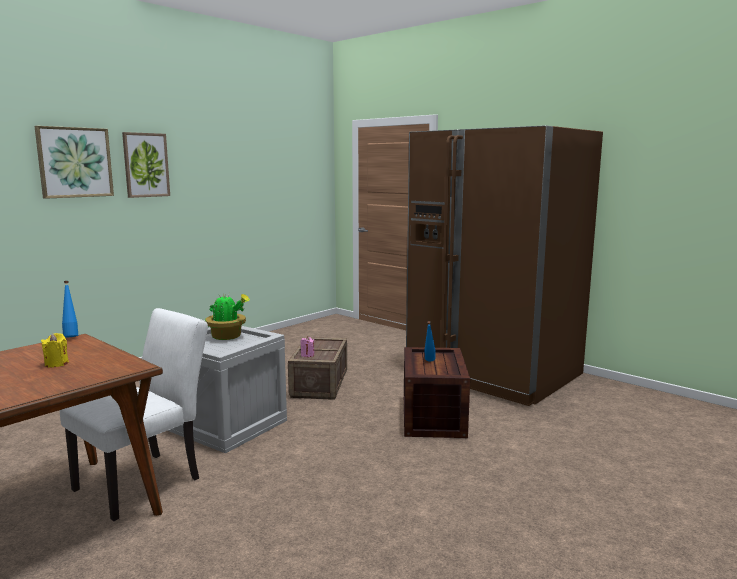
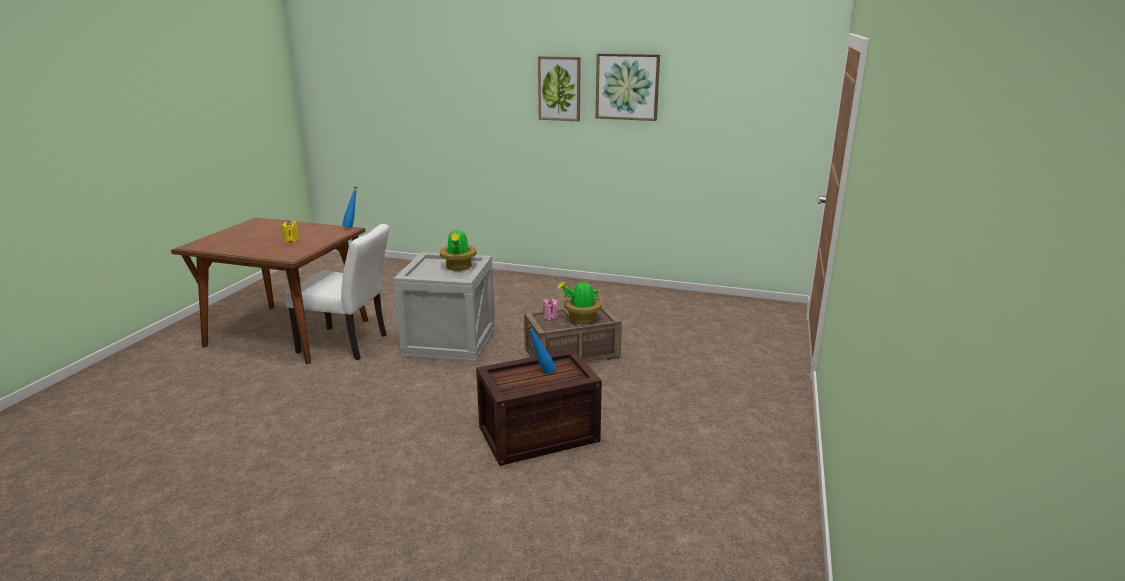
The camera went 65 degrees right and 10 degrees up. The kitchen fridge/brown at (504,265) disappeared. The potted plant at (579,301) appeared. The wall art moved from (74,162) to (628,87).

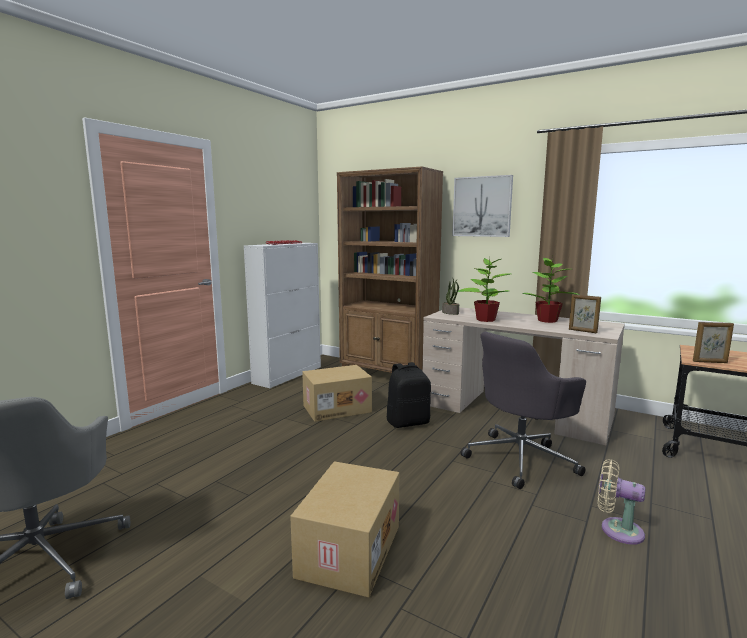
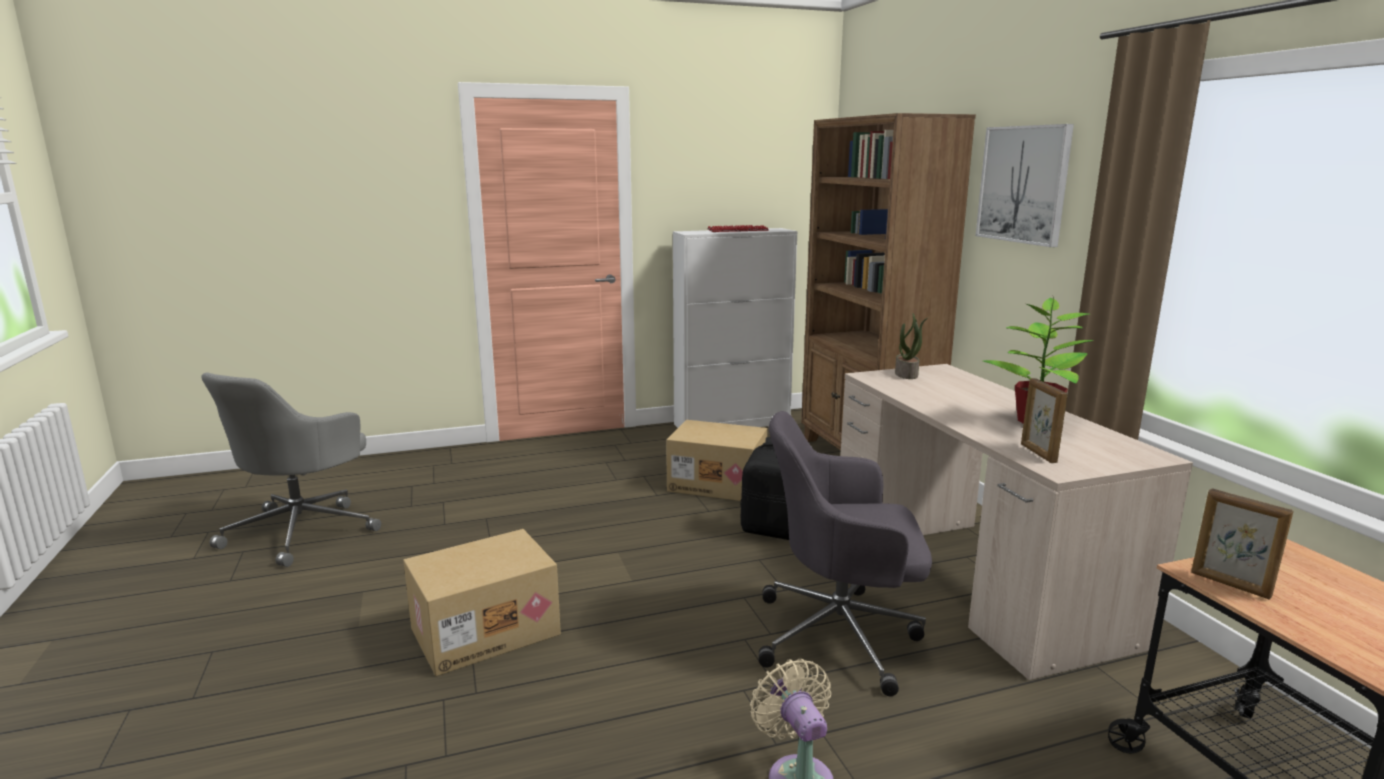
The camera went 40 degrees right and 5 degrees up. The potted plant at (484,289) disappeared.

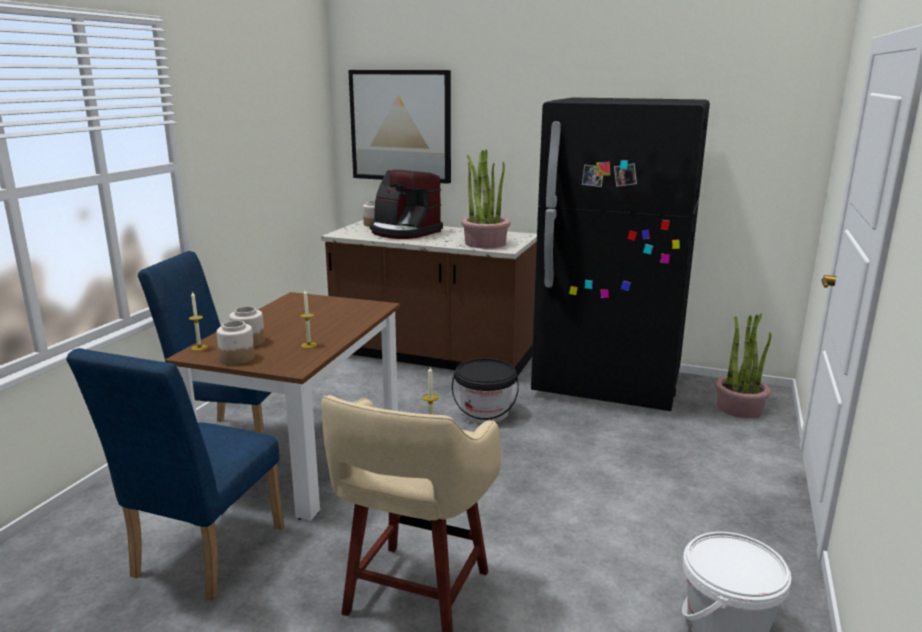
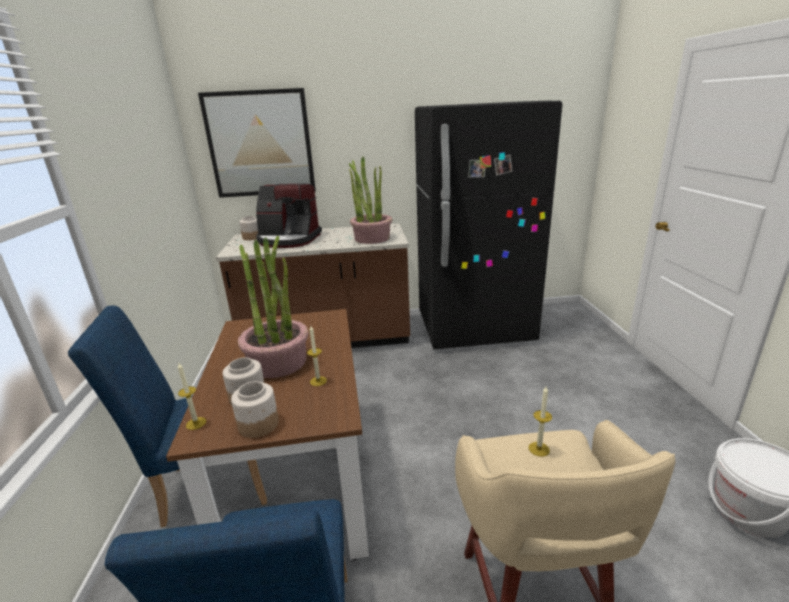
The camera went 25 degrees left and 5 degrees up. The water bucket/black-coloured at (485,390) disappeared. The potted plant moved from (743,365) to (273,307).

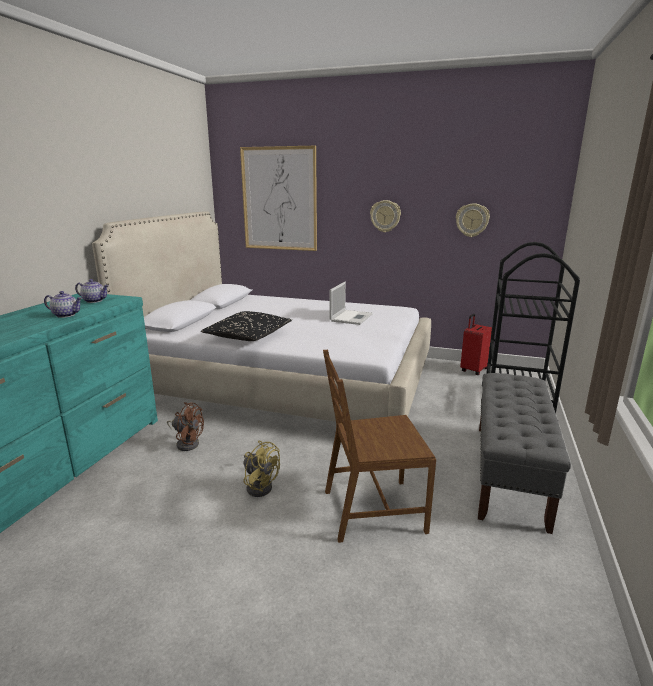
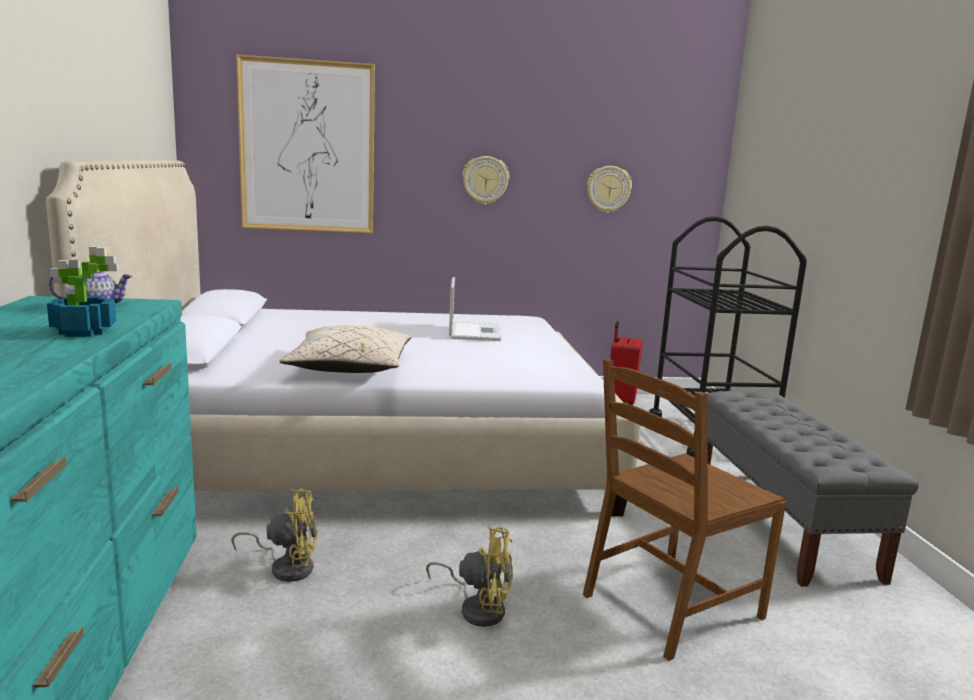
The camera went 25 degrees left and 5 degrees down. The teapot at (63,304) was replaced by the potted plant at (83,291). The electric fan/brown at (185,426) became the electric fan/yellowish at (274,535). The throw pillow/black-coloured at (246,326) became the throw pillow/sand-coloured at (345,349).

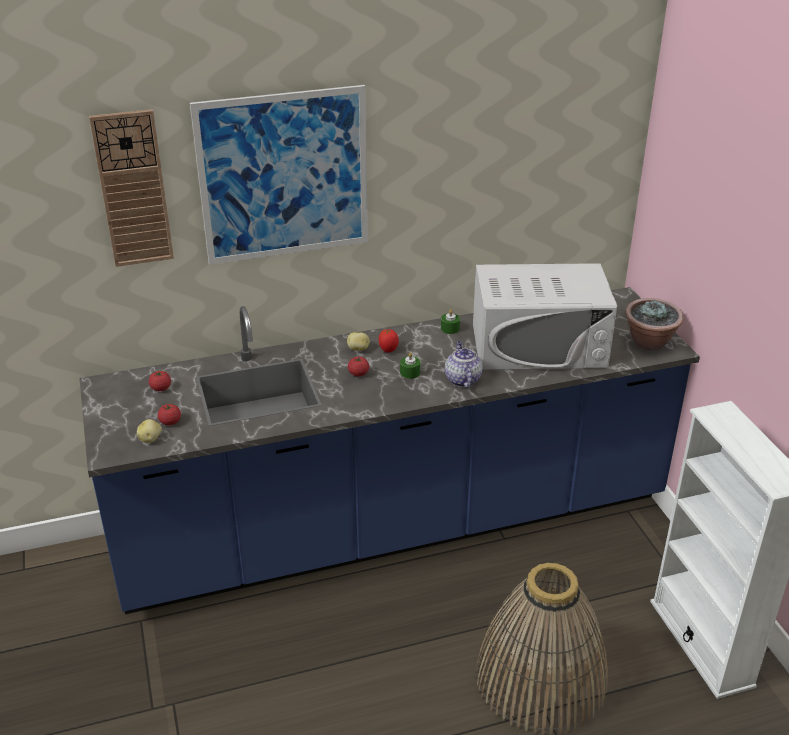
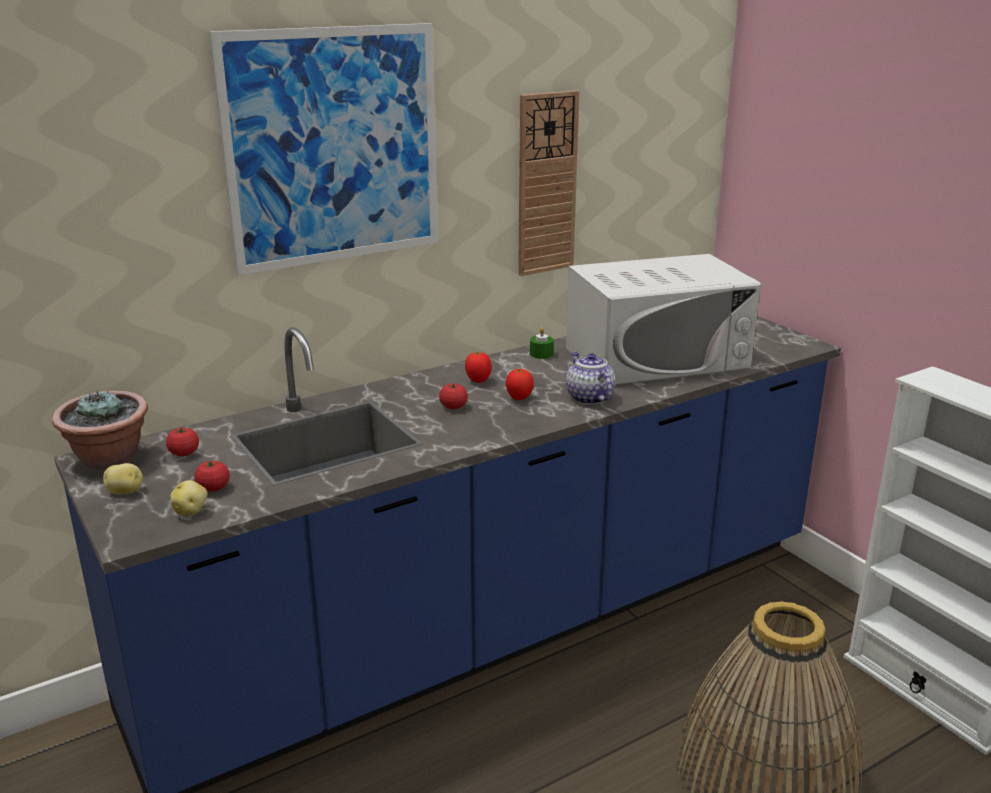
The camera went 15 degrees left and 10 degrees down. The hanging clock moved from (131,188) to (549,183). The potato moved from (358,341) to (123,478). The potted plant moved from (654,324) to (100,430). The wax candle/greenish at (410,366) was replaced by the tomato at (520,384).

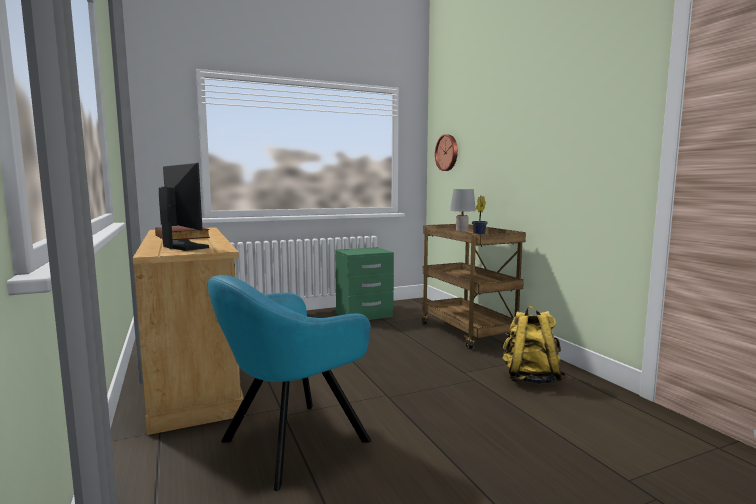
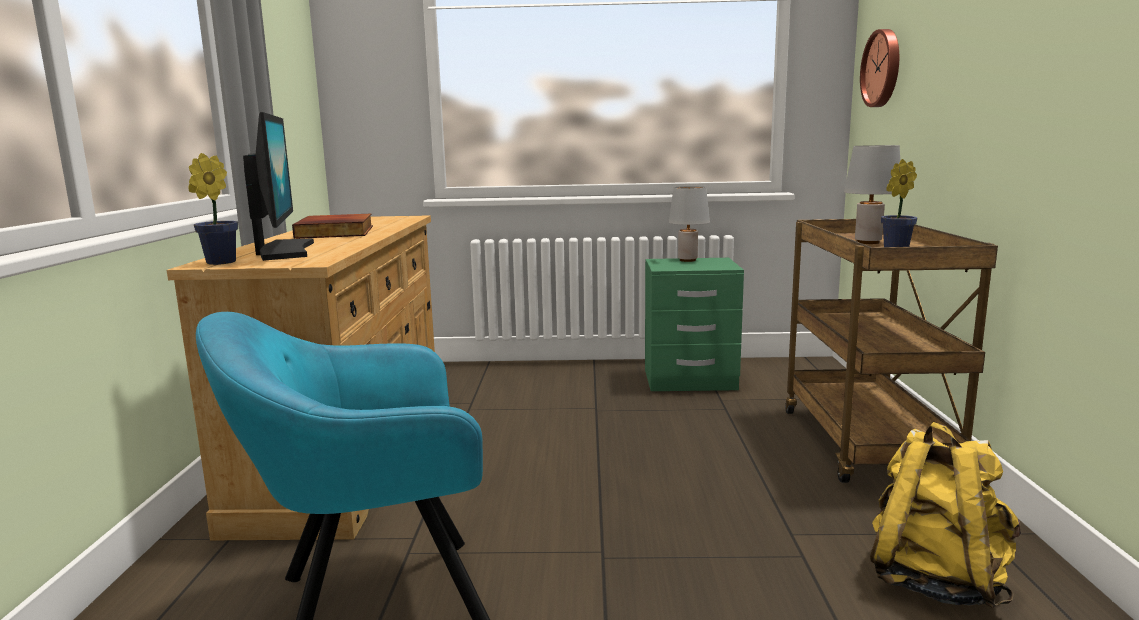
The camera went 25 degrees right and 5 degrees up. The potted plant at (213,209) appeared. The lamp for a table/grey at (689,224) appeared.

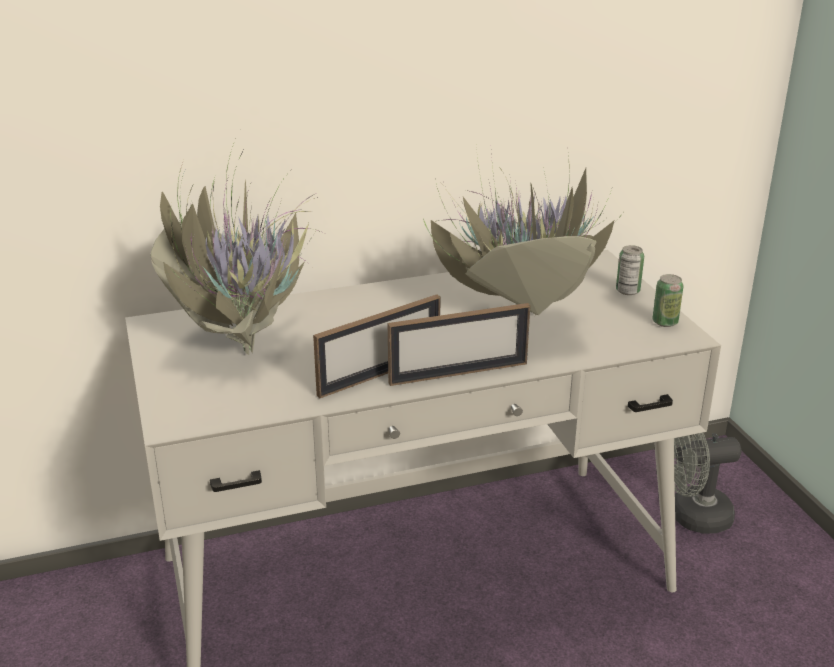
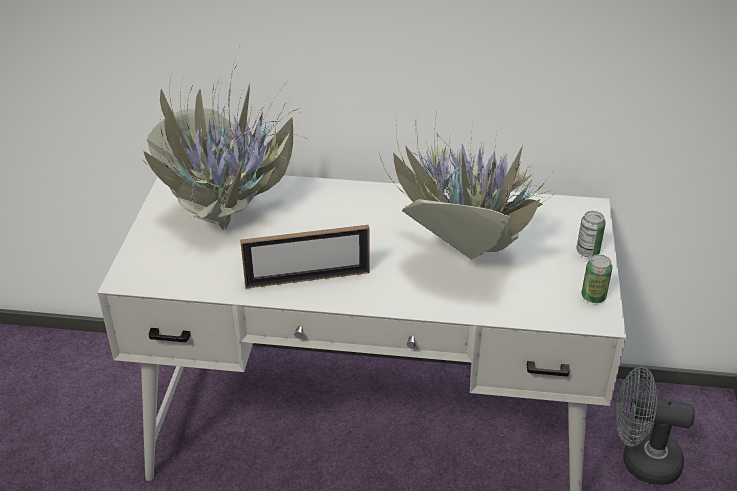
The camera went 25 degrees right and 10 degrees up. The picture frame at (459,344) disappeared.

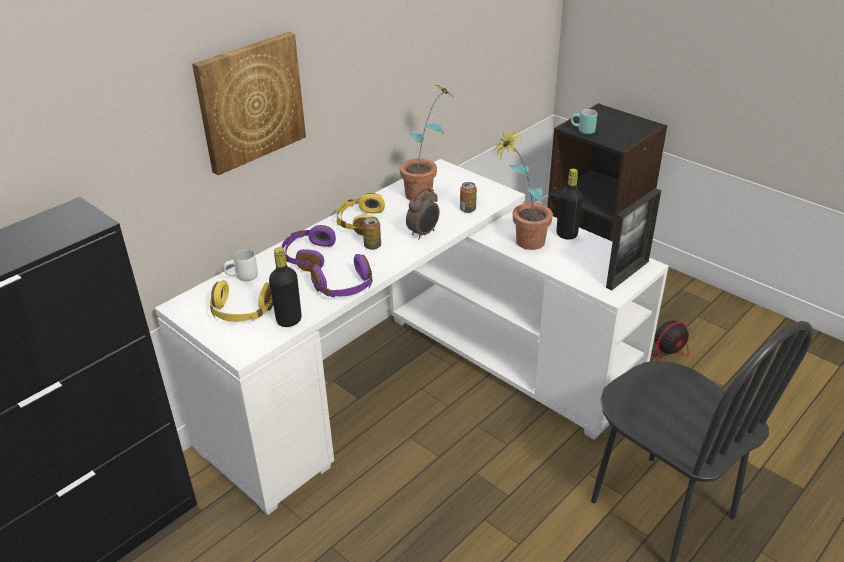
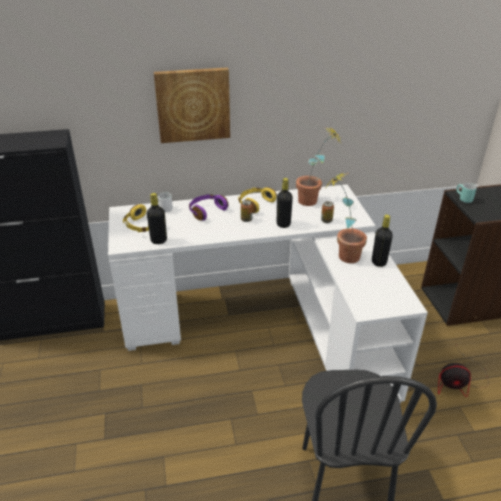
The camera went 35 degrees right and 0 degrees up. The pair of headphones/purple at (341,275) disappeared. The picture frame at (634,239) disappeared. The alarm clock at (422,213) was replaced by the bottle/black-coloured at (285,203).

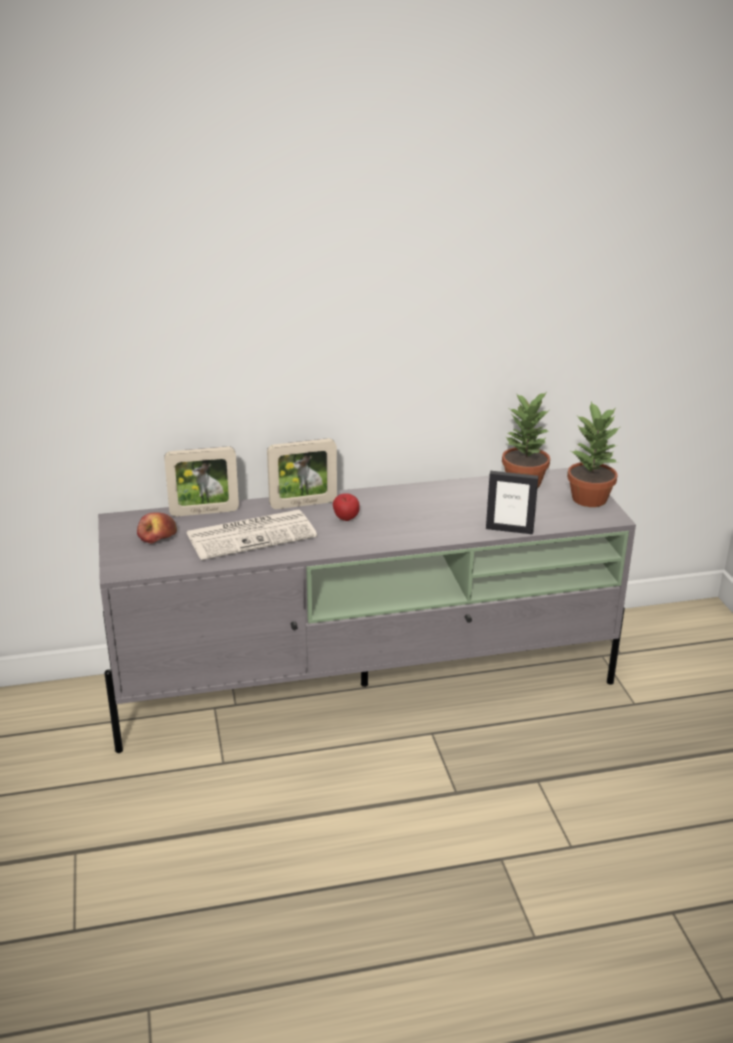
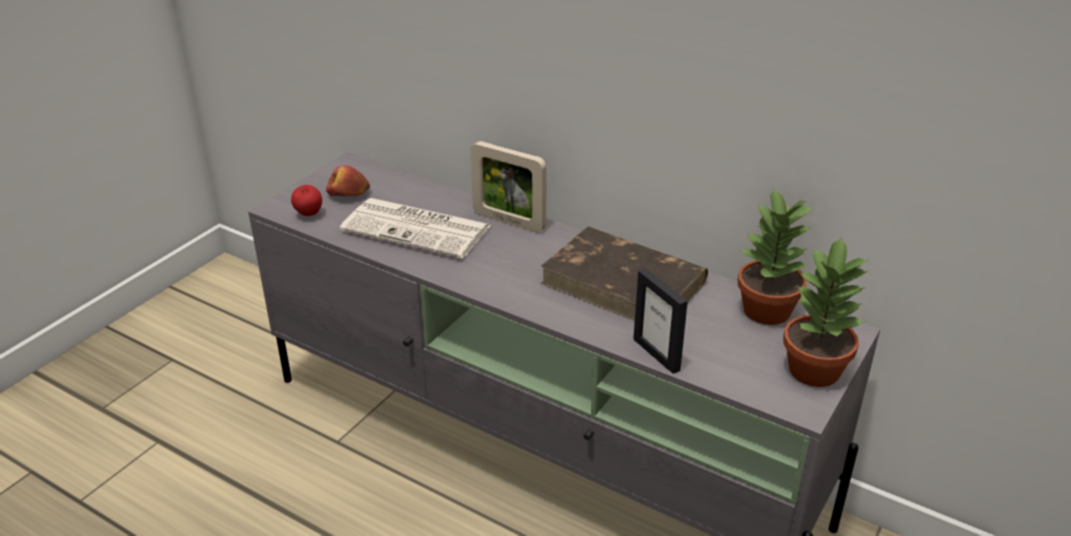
The camera went 45 degrees right and 5 degrees up. The picture frame at (201,481) disappeared. The book/brown at (624,273) appeared. The whole apple moved from (346,507) to (306,200).

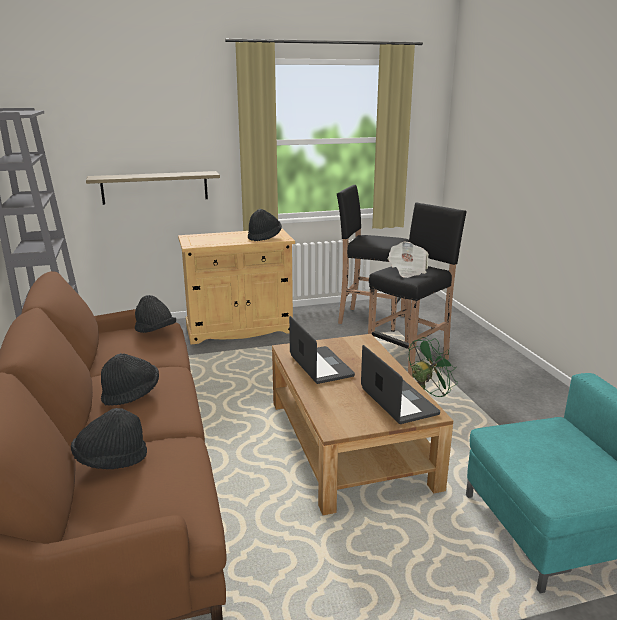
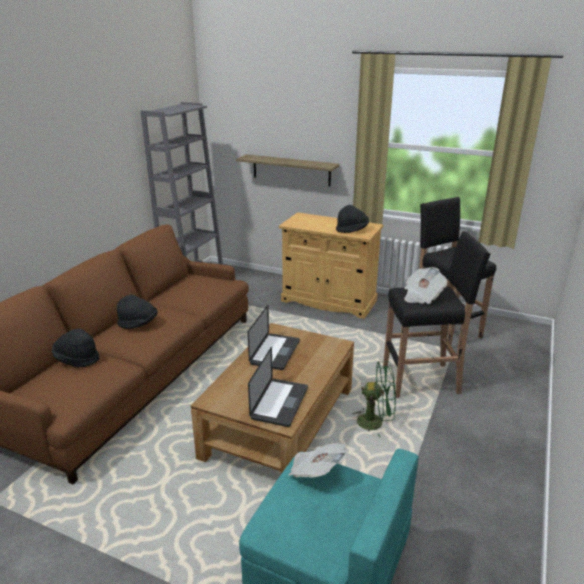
The camera went 40 degrees right and 5 degrees up. The hat/black-coloured at (155,314) disappeared. The newspaper at (317,460) appeared.

